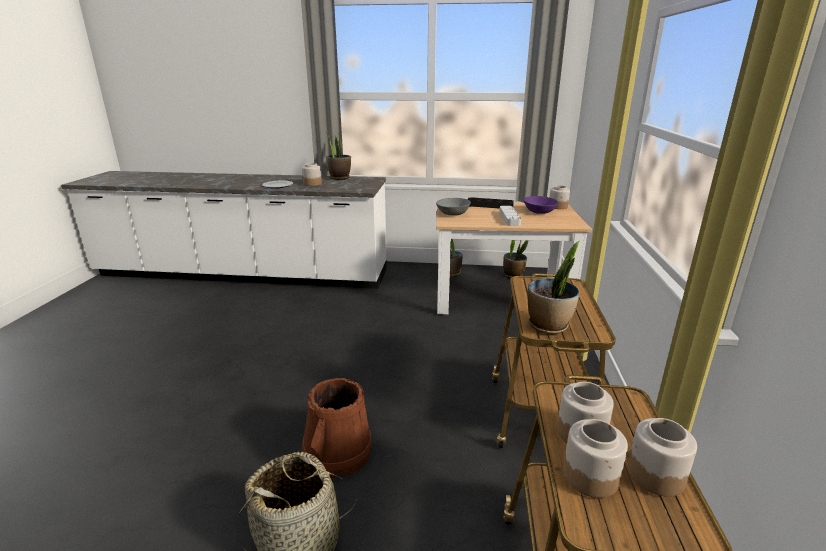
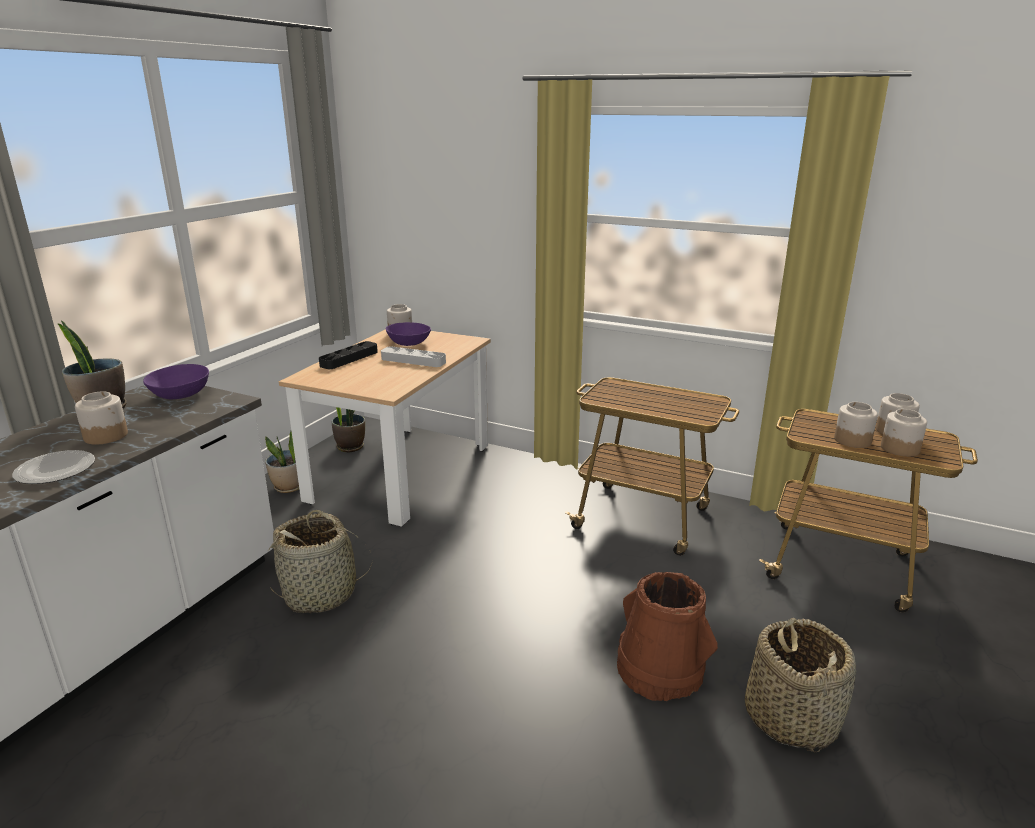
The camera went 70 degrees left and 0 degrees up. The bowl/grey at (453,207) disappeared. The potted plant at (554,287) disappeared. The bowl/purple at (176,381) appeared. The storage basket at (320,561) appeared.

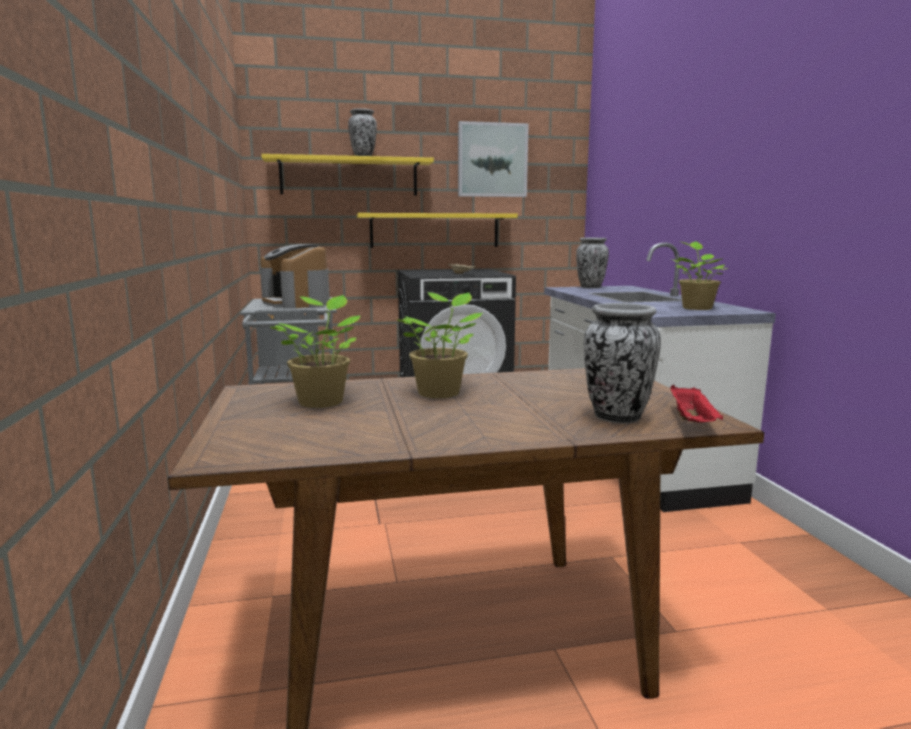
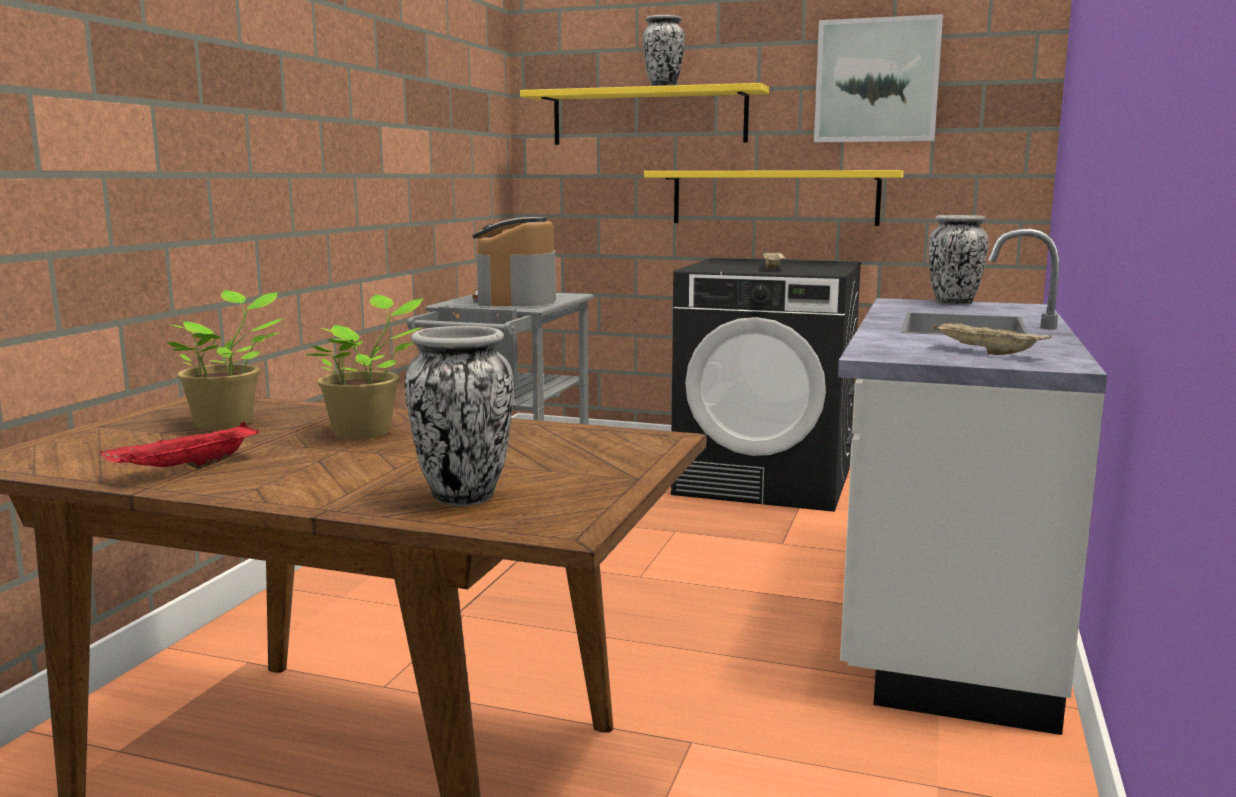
The camera went 30 degrees right and 0 degrees up. The serving tray/red moved from (697,403) to (179,445). The potted plant at (699,275) was replaced by the serving tray/sand-coloured at (991,338).

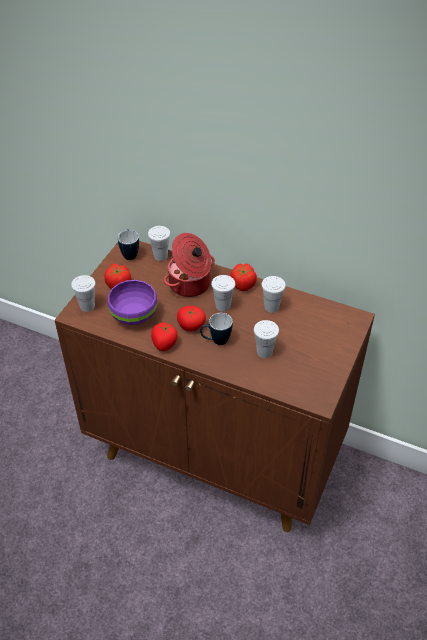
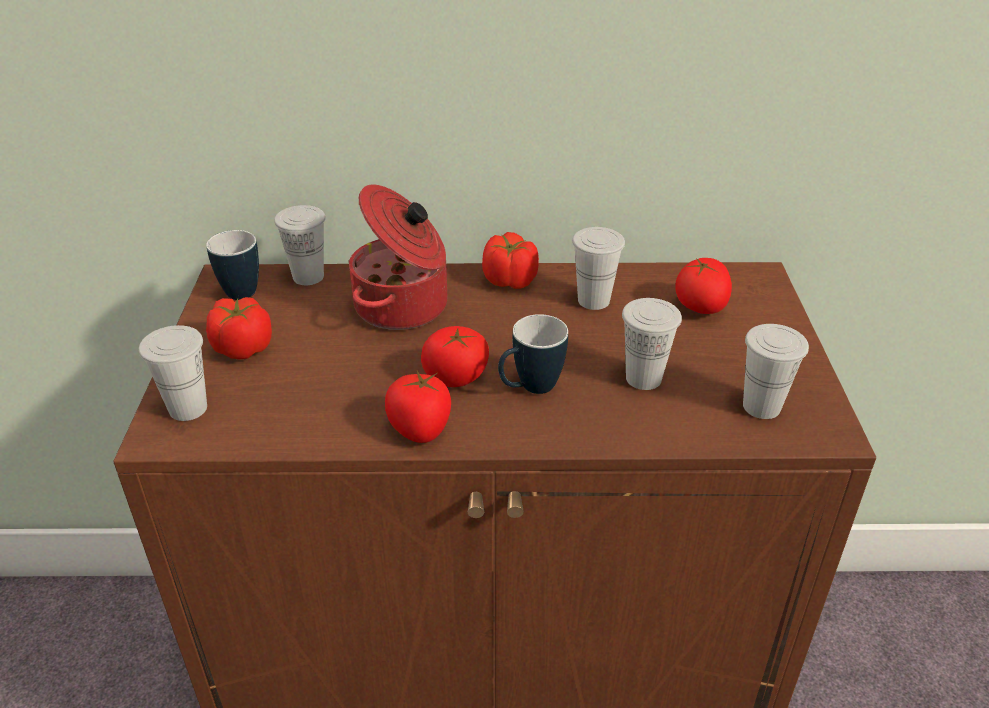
The camera went 25 degrees left and 10 degrees down. The bowl/purple at (132,302) disappeared. The tomato at (703,286) appeared. The drinking cup/white-coloured moved from (223,293) to (776,371).

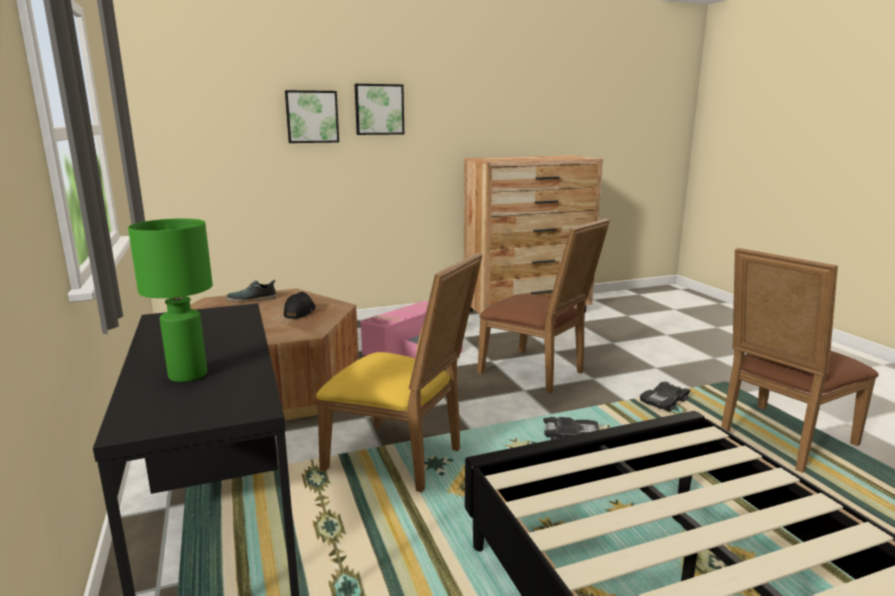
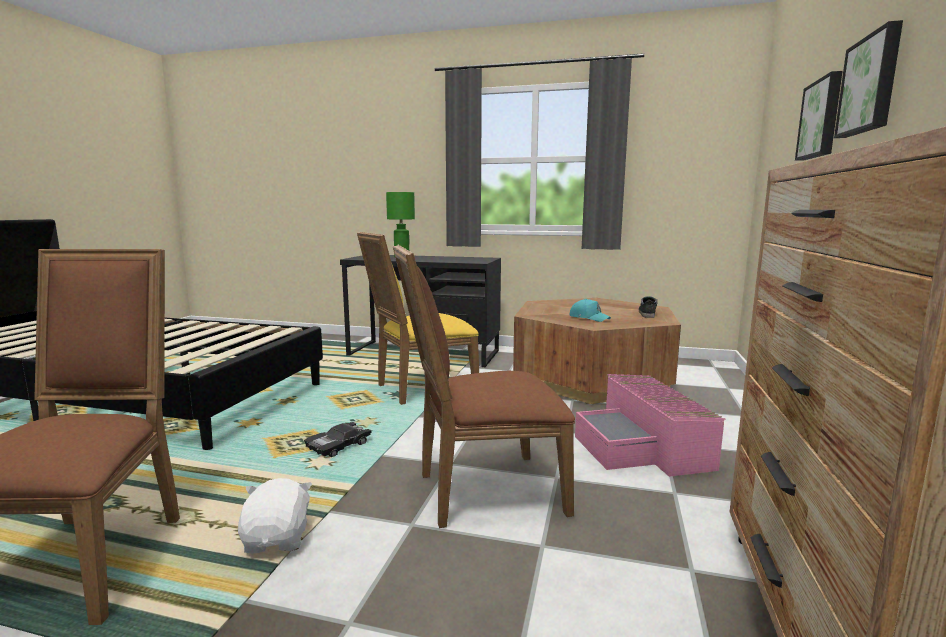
The camera went 125 degrees right and 5 degrees down. The model car/black-coloured at (665,396) was replaced by the soft toy/white-coloured at (275,515). The peaked cap/black-coloured at (300,305) became the peaked cap/turquoise at (590,310).

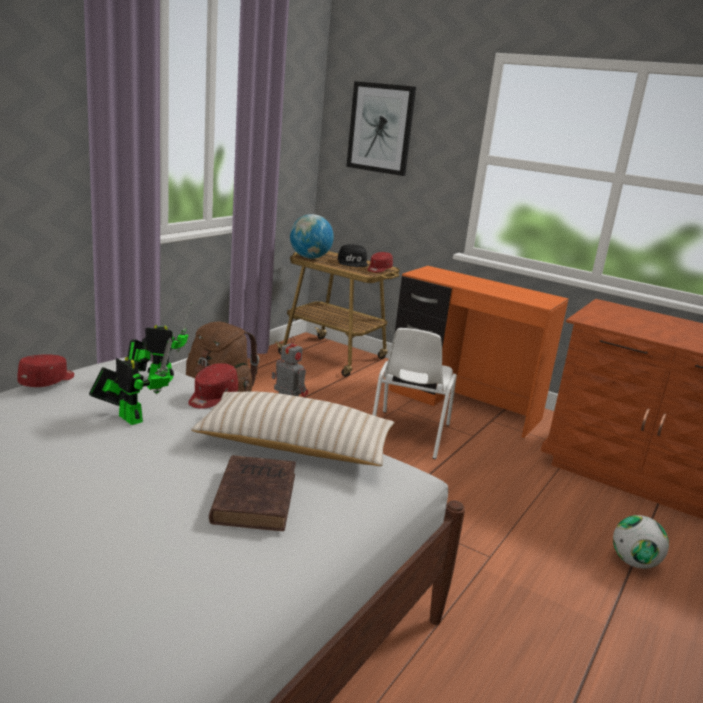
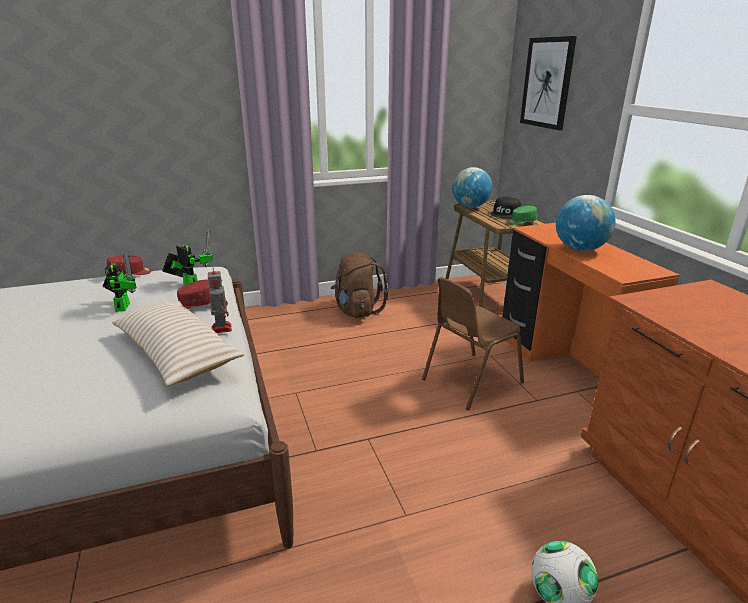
The camera went 40 degrees right and 5 degrees up. The book/brown at (252,493) disappeared. The desk globe at (586,223) appeared. The peaked cap/red at (380,262) became the peaked cap/greenish at (522,215). The chair/white-coloured at (415,393) became the chair/brown at (473,343).

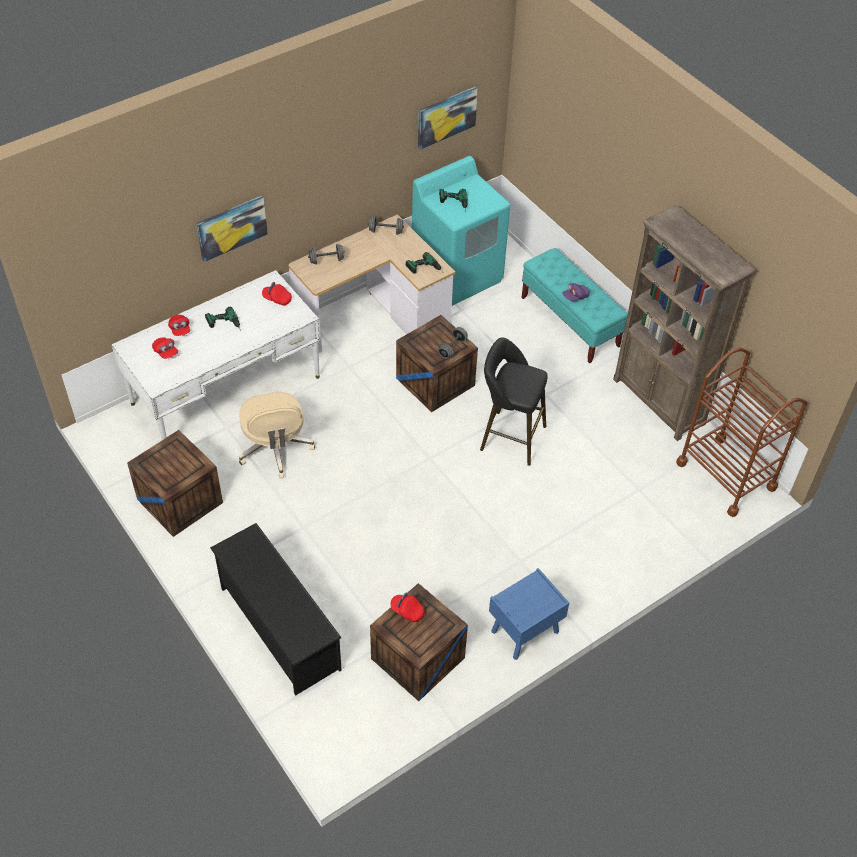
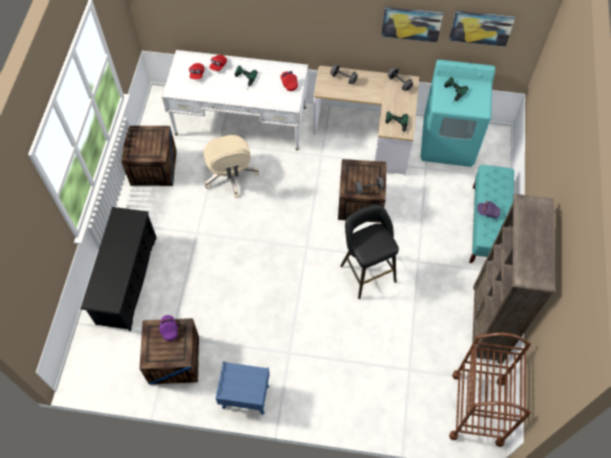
The camera went 45 degrees right and 10 degrees up. The wall art moved from (232,229) to (412,25). The peaked cap/red at (407,607) became the peaked cap/purple at (168,328). The office chair/sand-coloured at (277,435) turned 45 degrees counterclockwise.

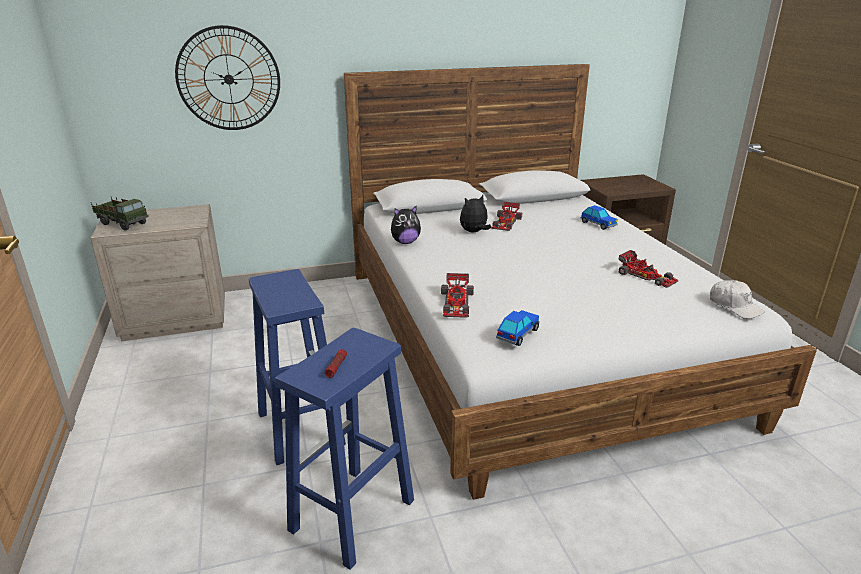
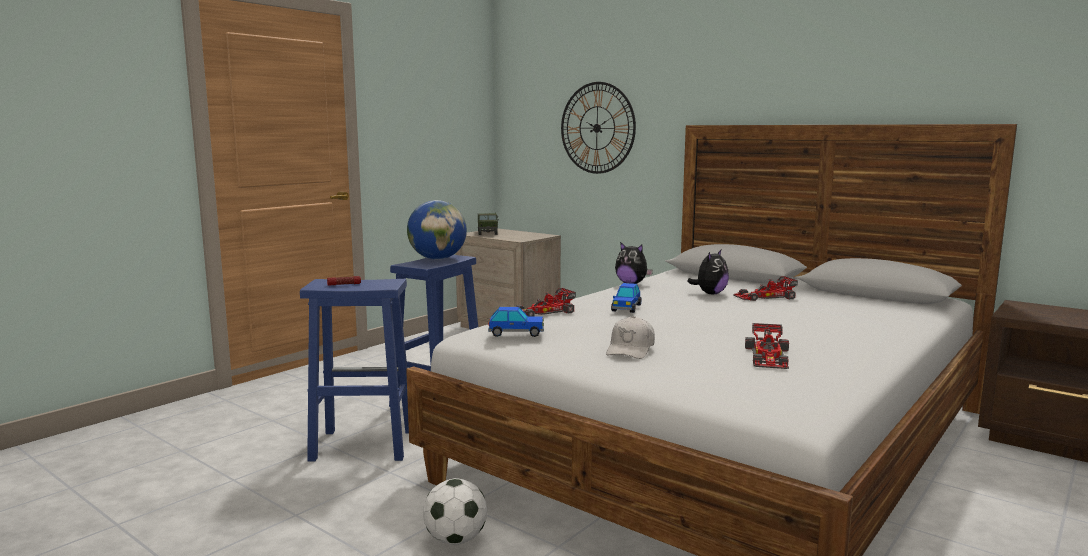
The camera went 55 degrees right and 15 degrees down. The desk globe at (437,230) appeared. The football at (455,511) appeared. The model car moved from (599,217) to (626,298). The peaked cap/white-coloured moved from (737,299) to (630,337). The soft toy at (475,213) turned 105 degrees clockwise.

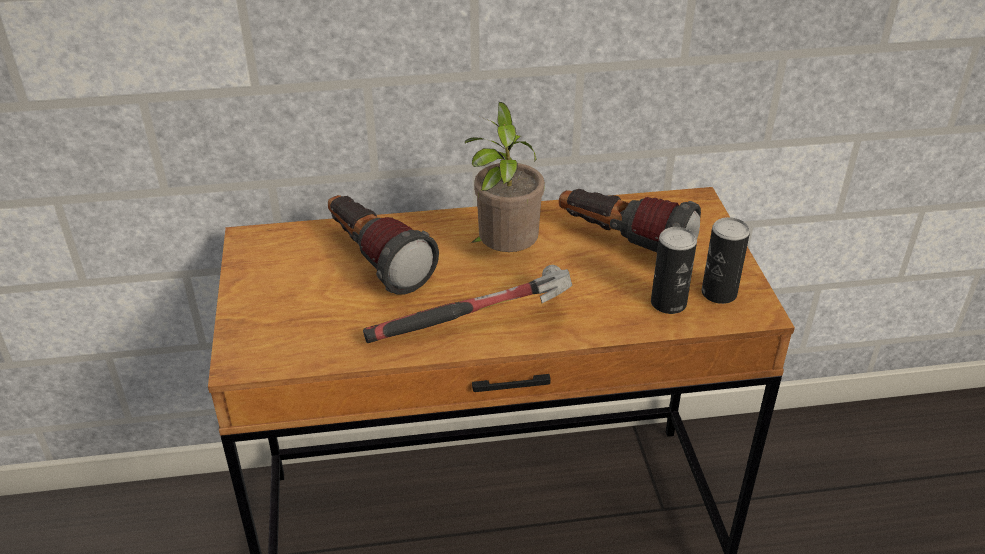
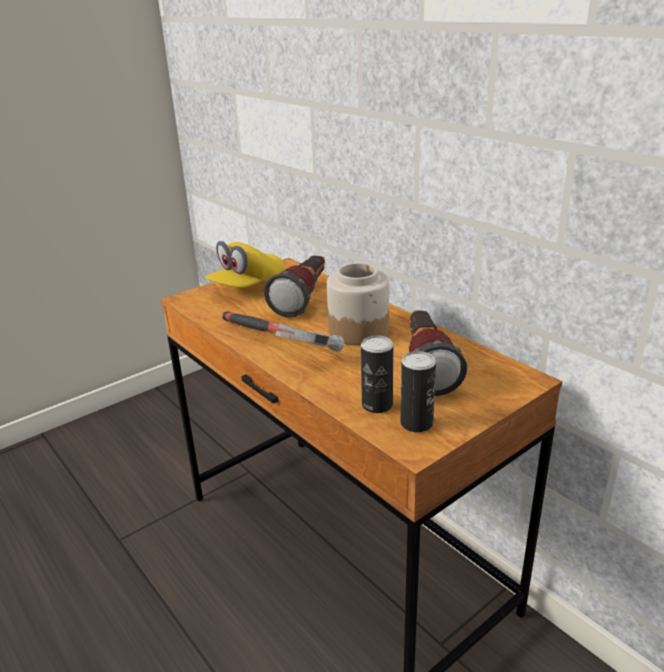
The camera went 60 degrees right and 10 degrees down. The peaked cap/yellowish at (245,264) appeared. The potted plant at (505,177) was replaced by the storage jar at (358,304).

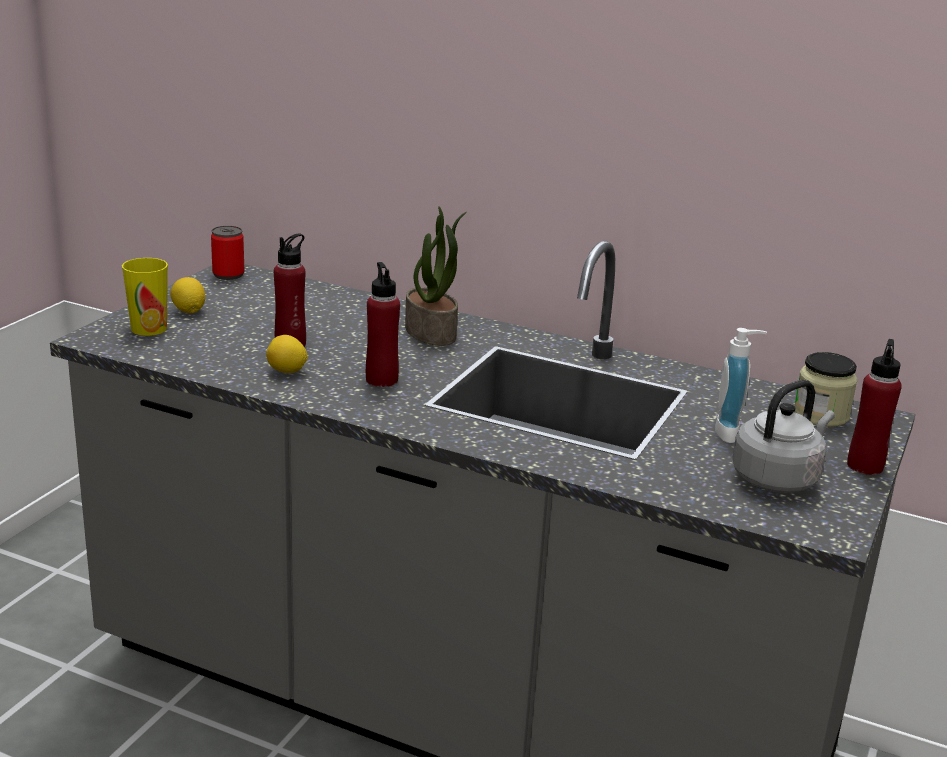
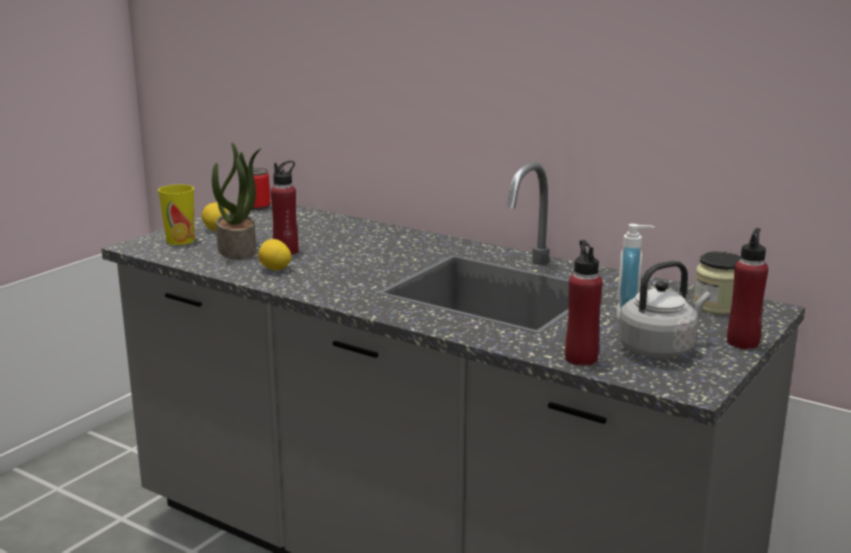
The camera went 10 degrees right and 5 degrees down. The bottle/red moved from (383,324) to (584,303). The potted plant moved from (435,276) to (236,200).

